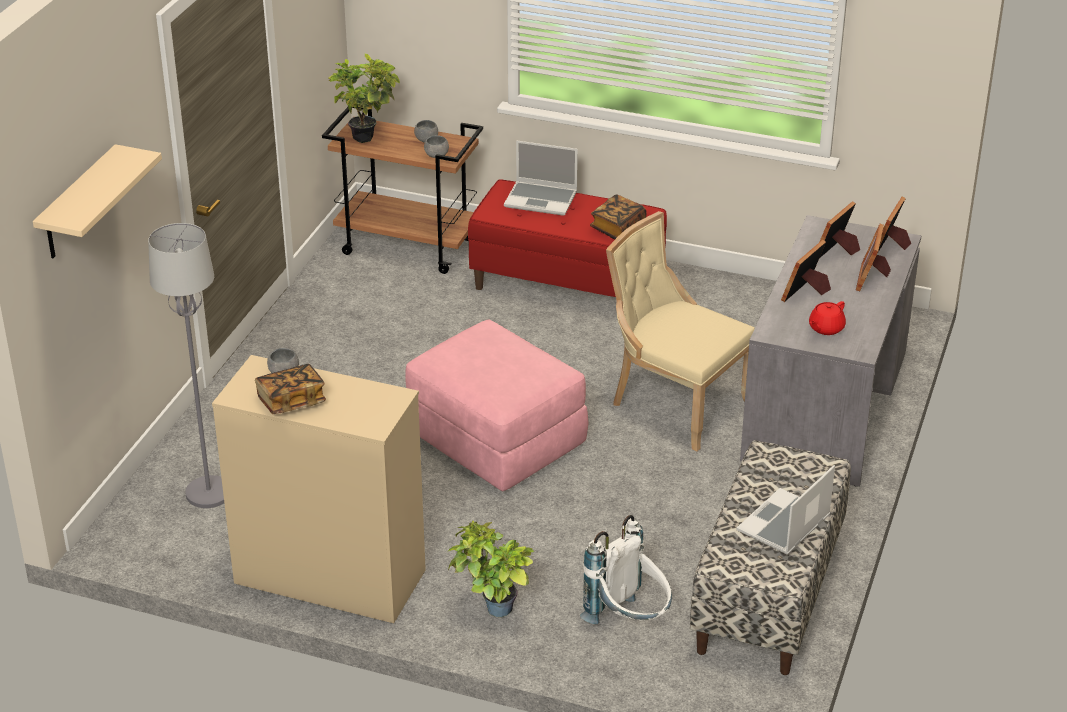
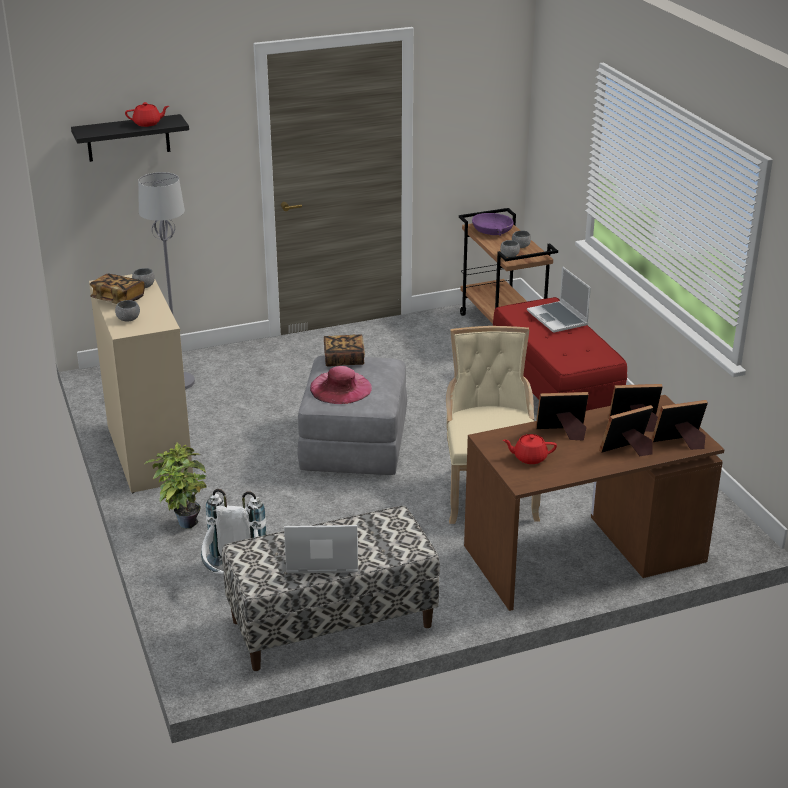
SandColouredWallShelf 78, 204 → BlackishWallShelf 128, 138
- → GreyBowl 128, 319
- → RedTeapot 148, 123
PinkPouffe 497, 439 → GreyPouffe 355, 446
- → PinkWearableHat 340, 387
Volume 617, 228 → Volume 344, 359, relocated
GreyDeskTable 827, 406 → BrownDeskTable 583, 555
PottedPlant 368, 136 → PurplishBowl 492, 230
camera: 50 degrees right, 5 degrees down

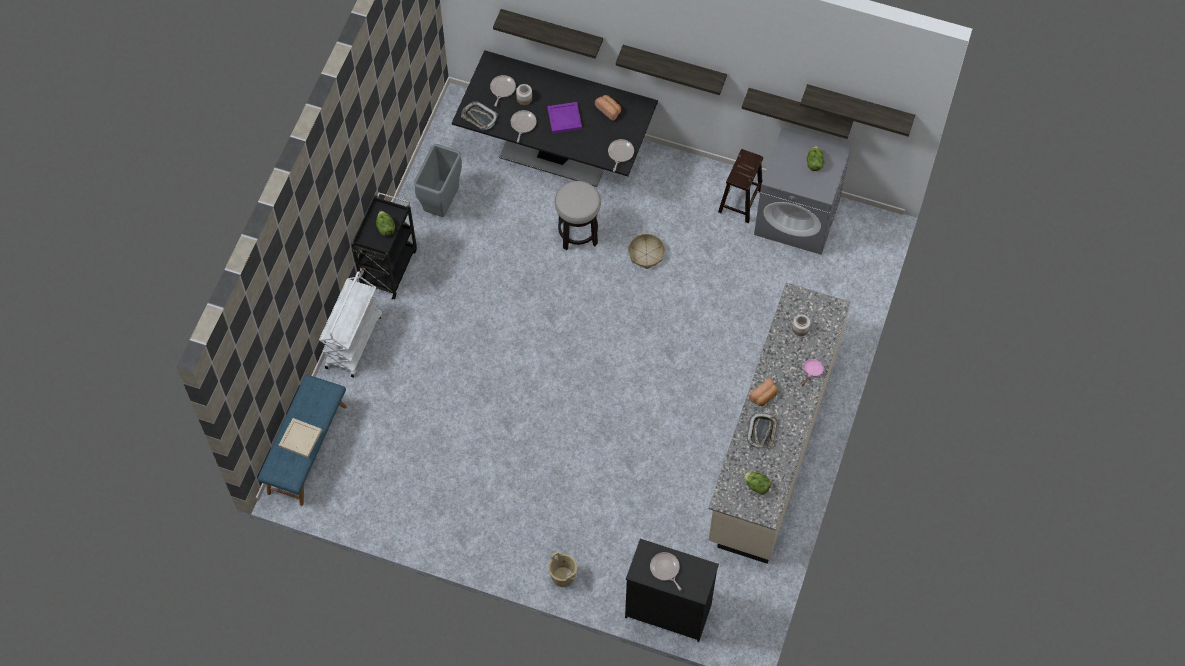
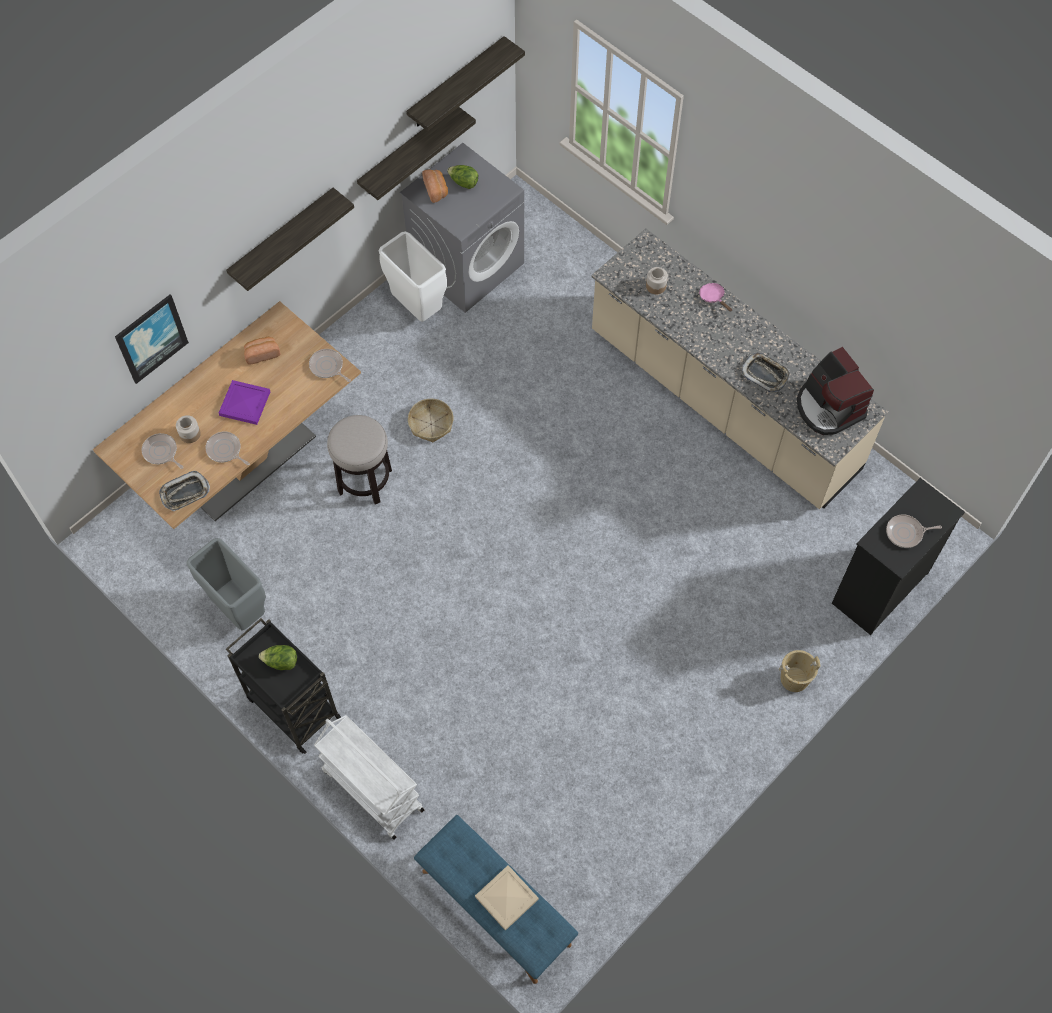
BlackishDinnerTable 556, 153 → SandColouredDinnerTable 245, 459
WallShelf 552, 30 → WallPicture 151, 338
BrownStoolSeat 740, 202 → WhiteWasteBin 418, 308
BakeryBread 764, 396 → BakeryBread 436, 190, relocated
HeadOfLettuce 756, 486 → CoffeeMaker 828, 407
camera: 65 degrees left, 0 degrees up

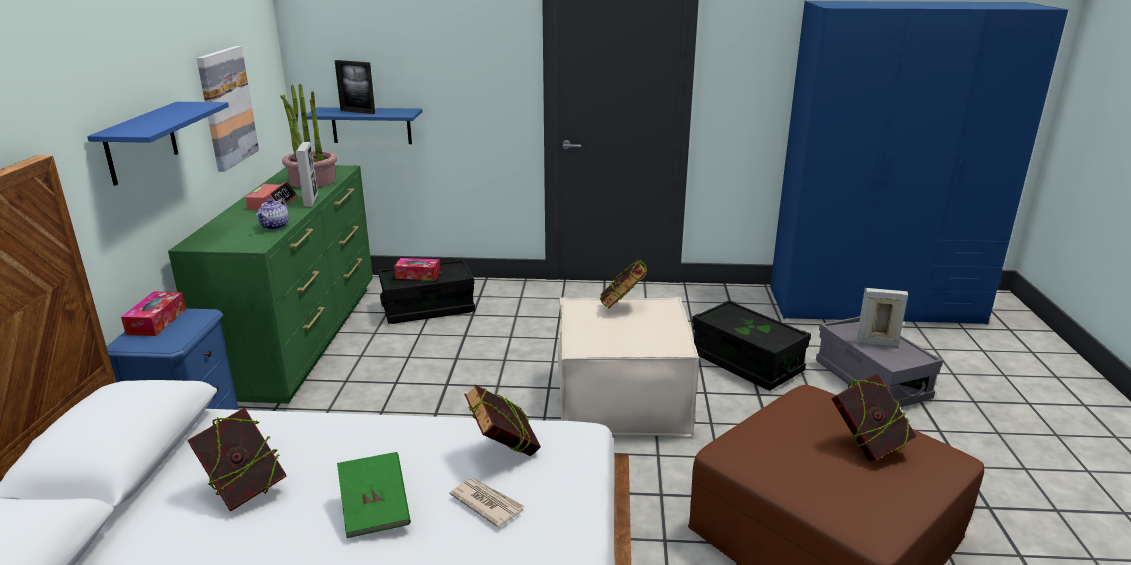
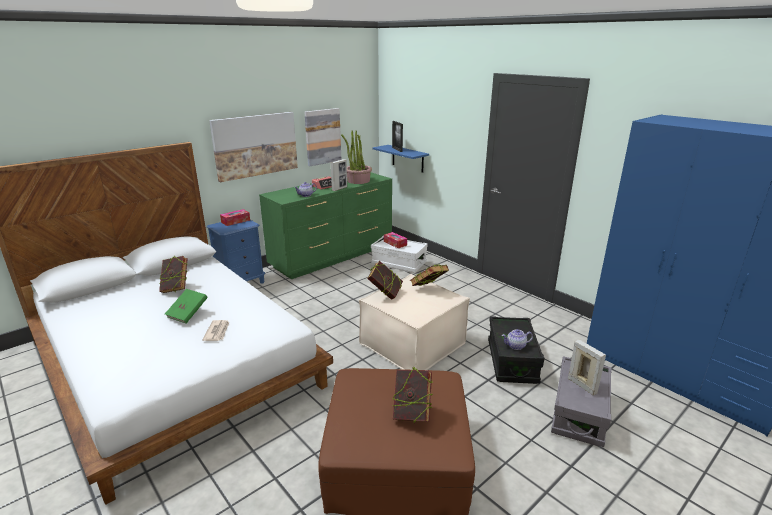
BlueColouredWallShelf 141, 143 → WallPicture 255, 145
Volume 503, 451 → Volume 385, 294, relocated
BlackishStorageContainer 428, 308 → WhiteStorageContainer 399, 263
- → Teapot 515, 346
camera: 45 degrees right, 0 degrees up

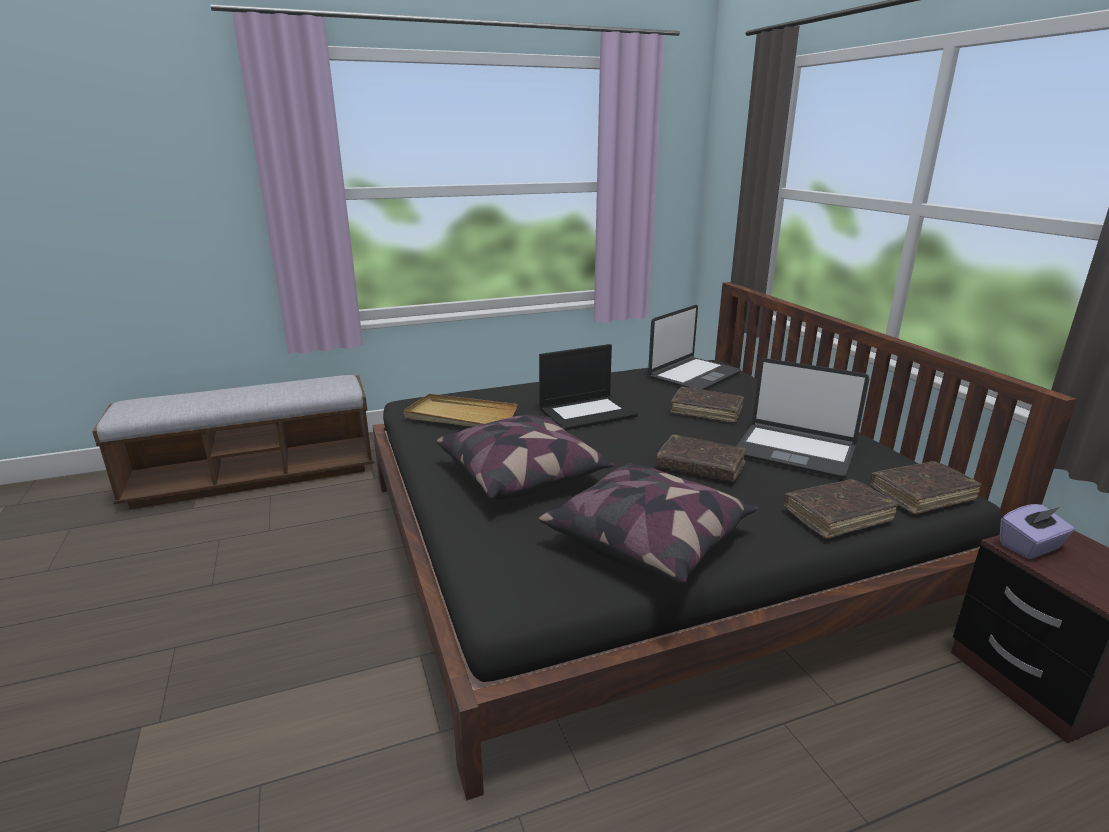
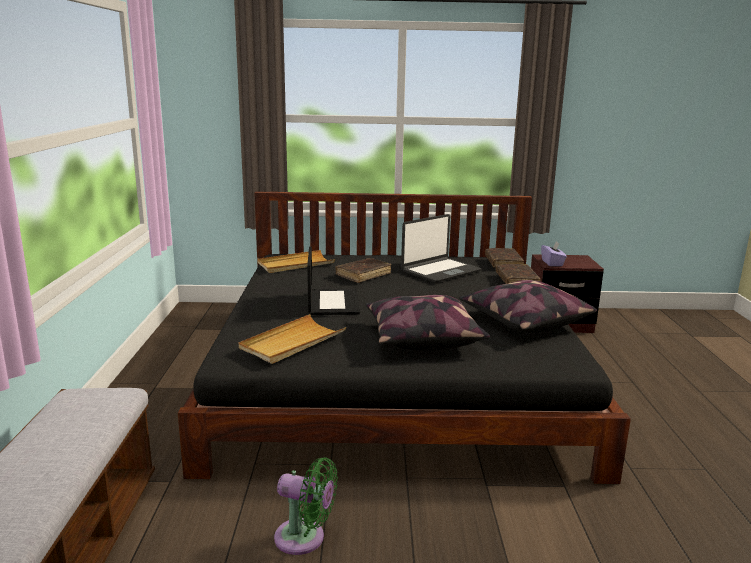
Laptop 693, 375 → SandColouredCarryingTray 295, 264
- → GreenElectricFan 304, 538
BrownVolume 700, 466 → -
camera: 70 degrees left, 5 degrees down

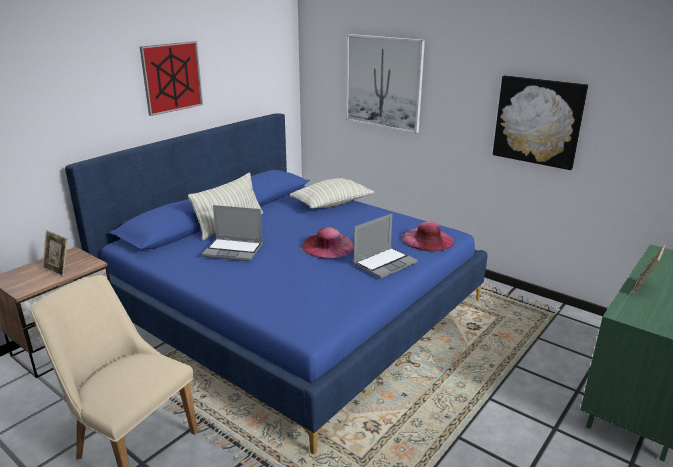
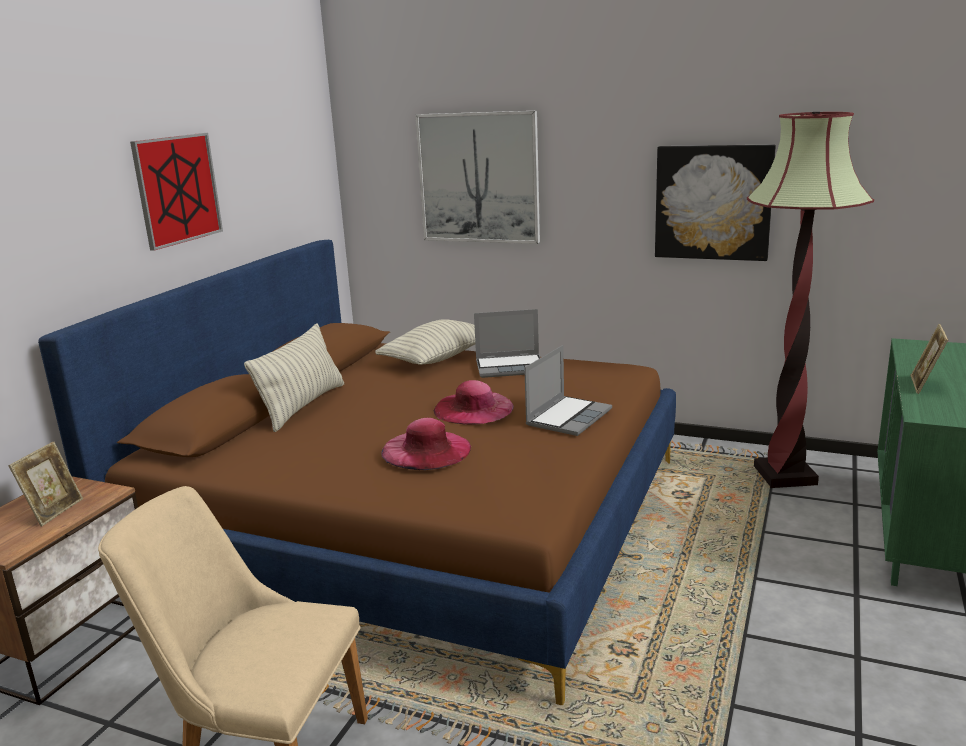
StandingFrame 58, 270 → StandingFrame 54, 511, 90 degrees counterclockwise
BlueColouredSleepingBed 292, 308 → BrownSleepingBed 417, 519
PinkWearableHat 427, 239 → PinkWearableHat 426, 450, relocated
Laptop 234, 250 → Laptop 511, 367, relocated
- → FloorLamp 784, 475
camera: 15 degrees left, 5 degrees down

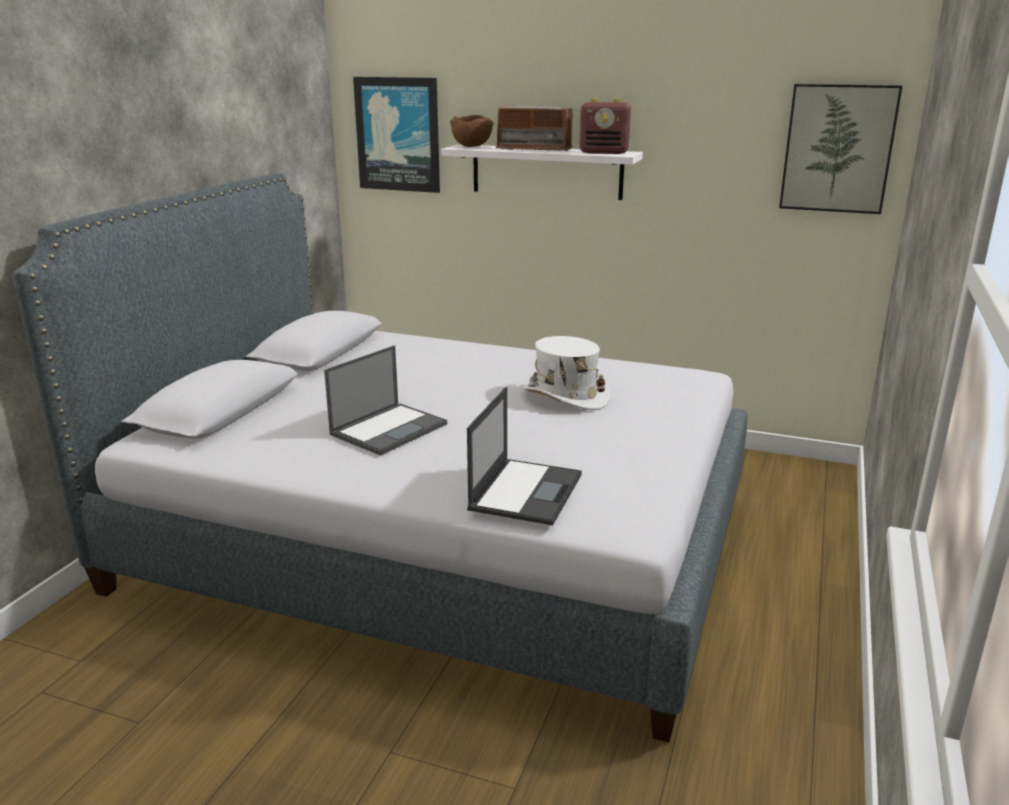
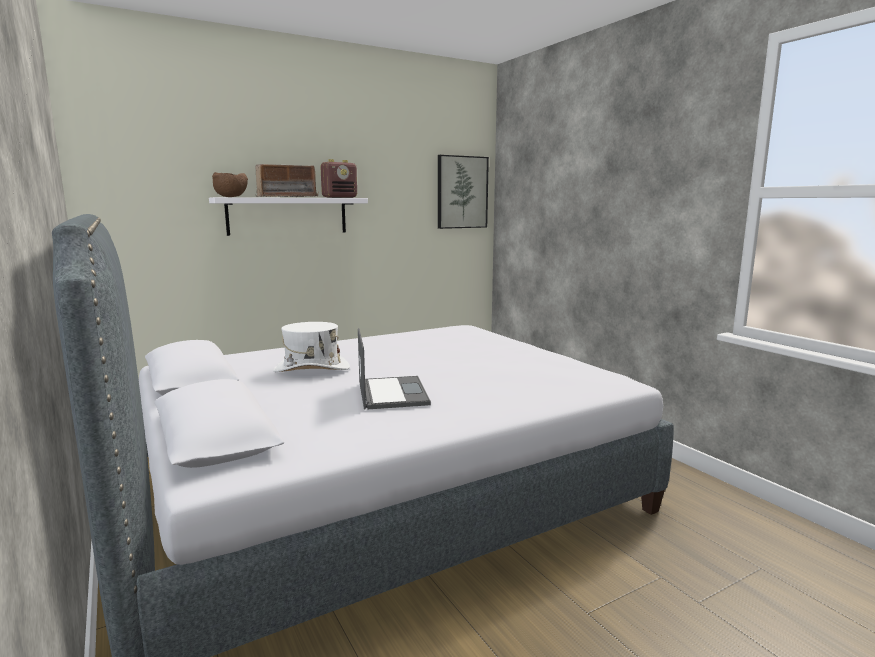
WhiteWearableHat 565, 396 → WhiteWearableHat 312, 369, relocated
WallPicture 398, 134 → -
Laptop 526, 491 → -
camera: 50 degrees left, 10 degrees down

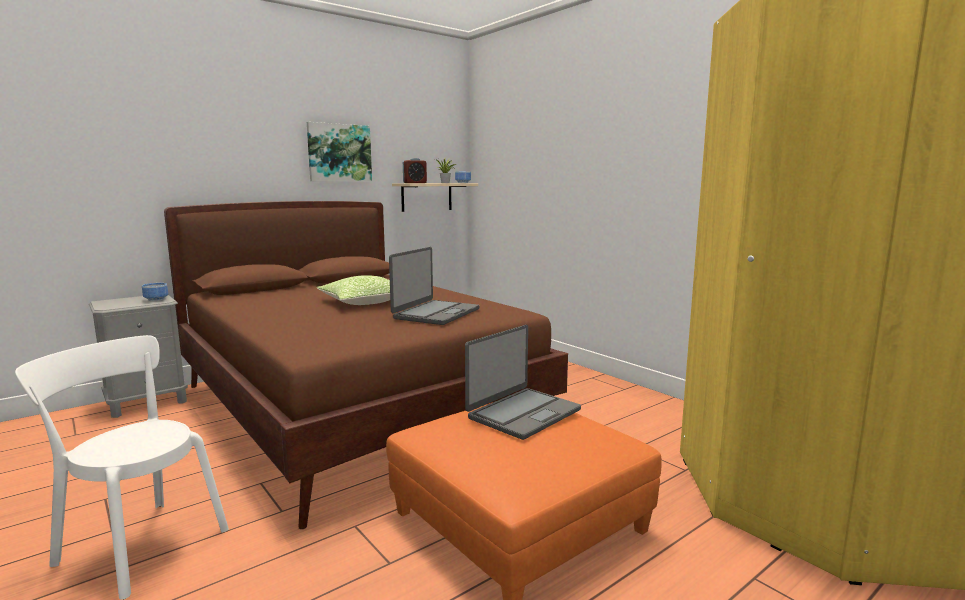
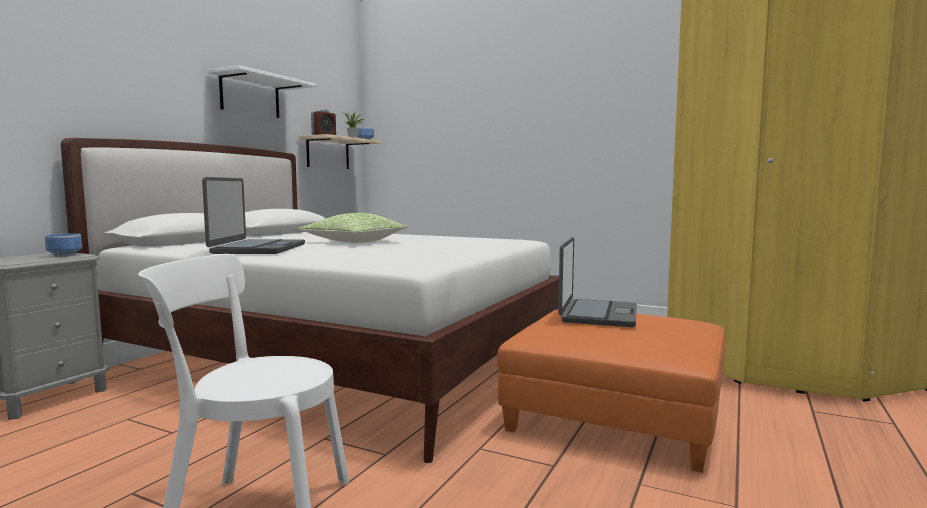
BrownSleepingBed 356, 407 → WhiteSleepingBed 337, 363
Laptop 435, 314 → Laptop 258, 249, relocated
WallPicture 339, 153 → WhiteWallShelf 250, 96
camera: 25 degrees left, 5 degrees down

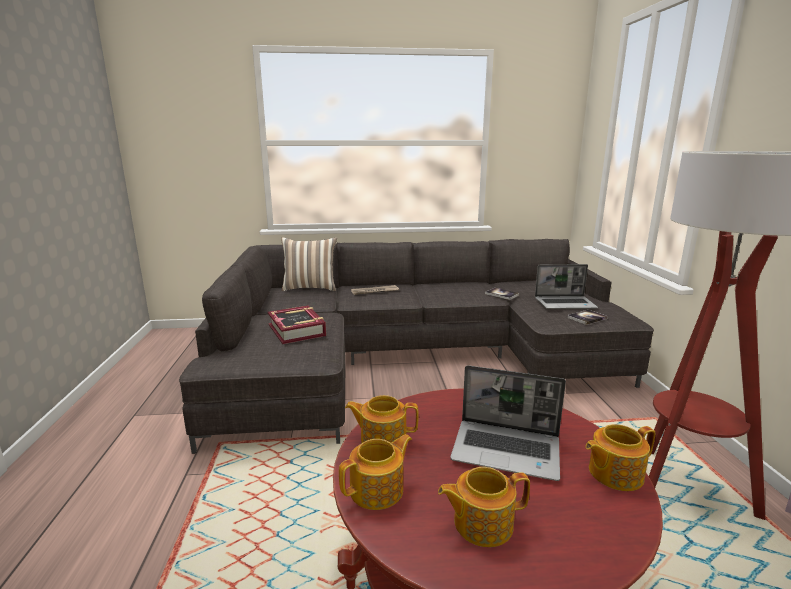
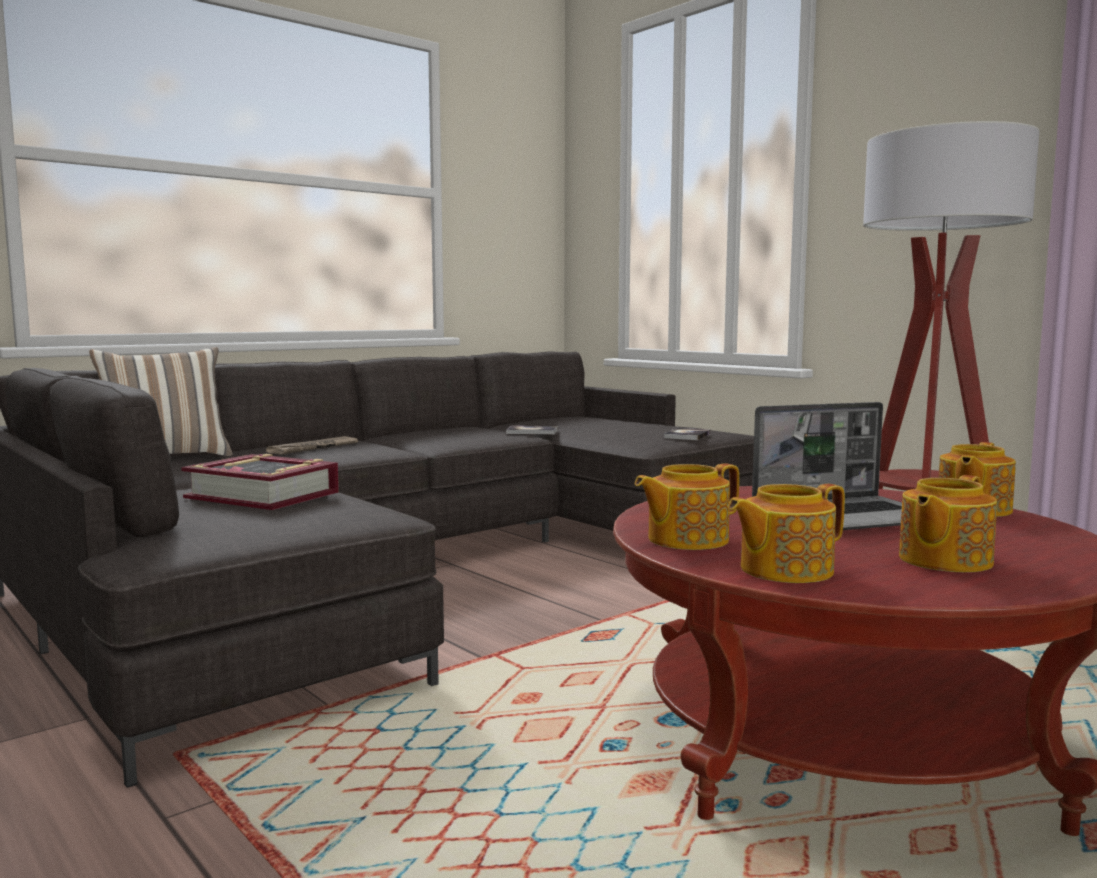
Teapot 378, 490 → Teapot 783, 570, 135 degrees counterclockwise
Laptop 565, 304 → -
camera: 35 degrees left, 10 degrees down

